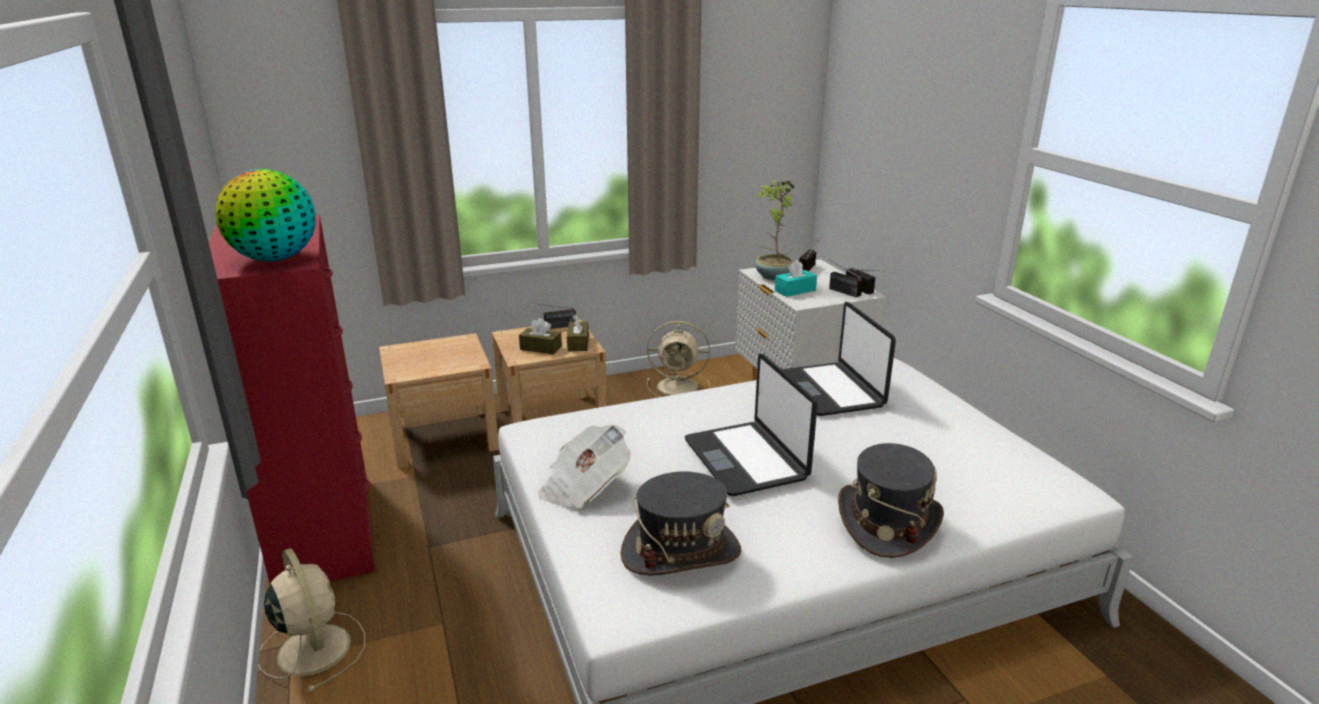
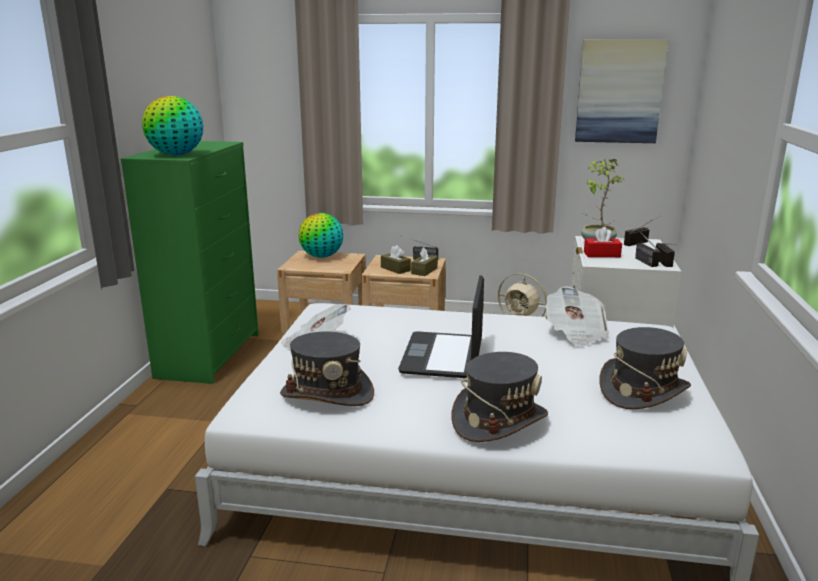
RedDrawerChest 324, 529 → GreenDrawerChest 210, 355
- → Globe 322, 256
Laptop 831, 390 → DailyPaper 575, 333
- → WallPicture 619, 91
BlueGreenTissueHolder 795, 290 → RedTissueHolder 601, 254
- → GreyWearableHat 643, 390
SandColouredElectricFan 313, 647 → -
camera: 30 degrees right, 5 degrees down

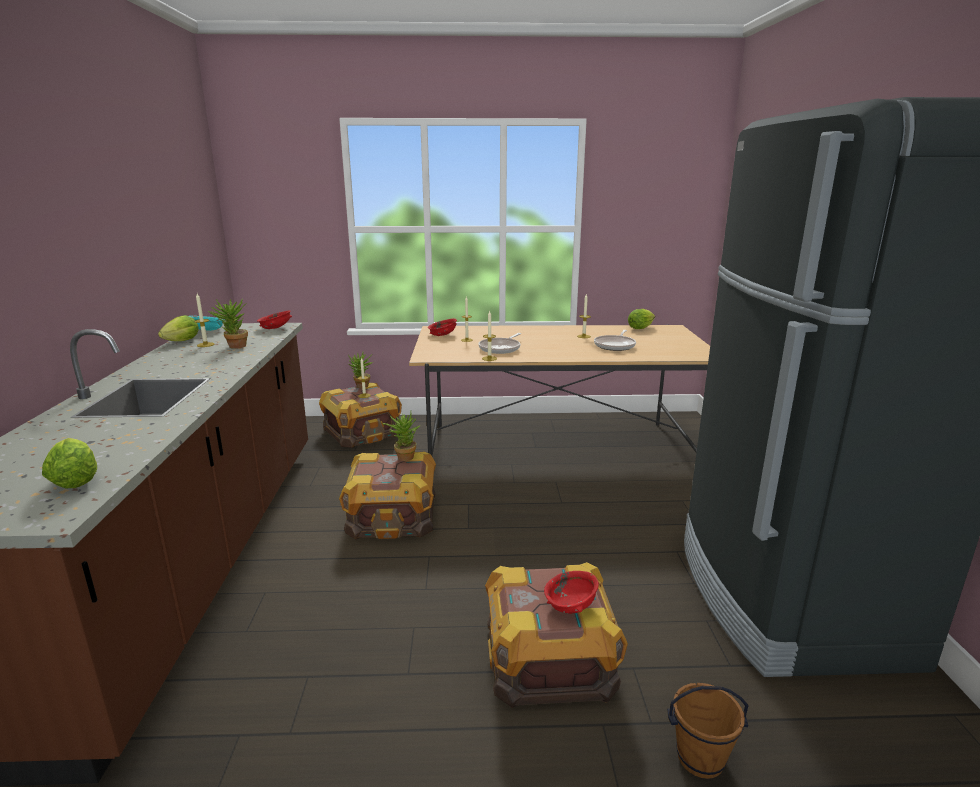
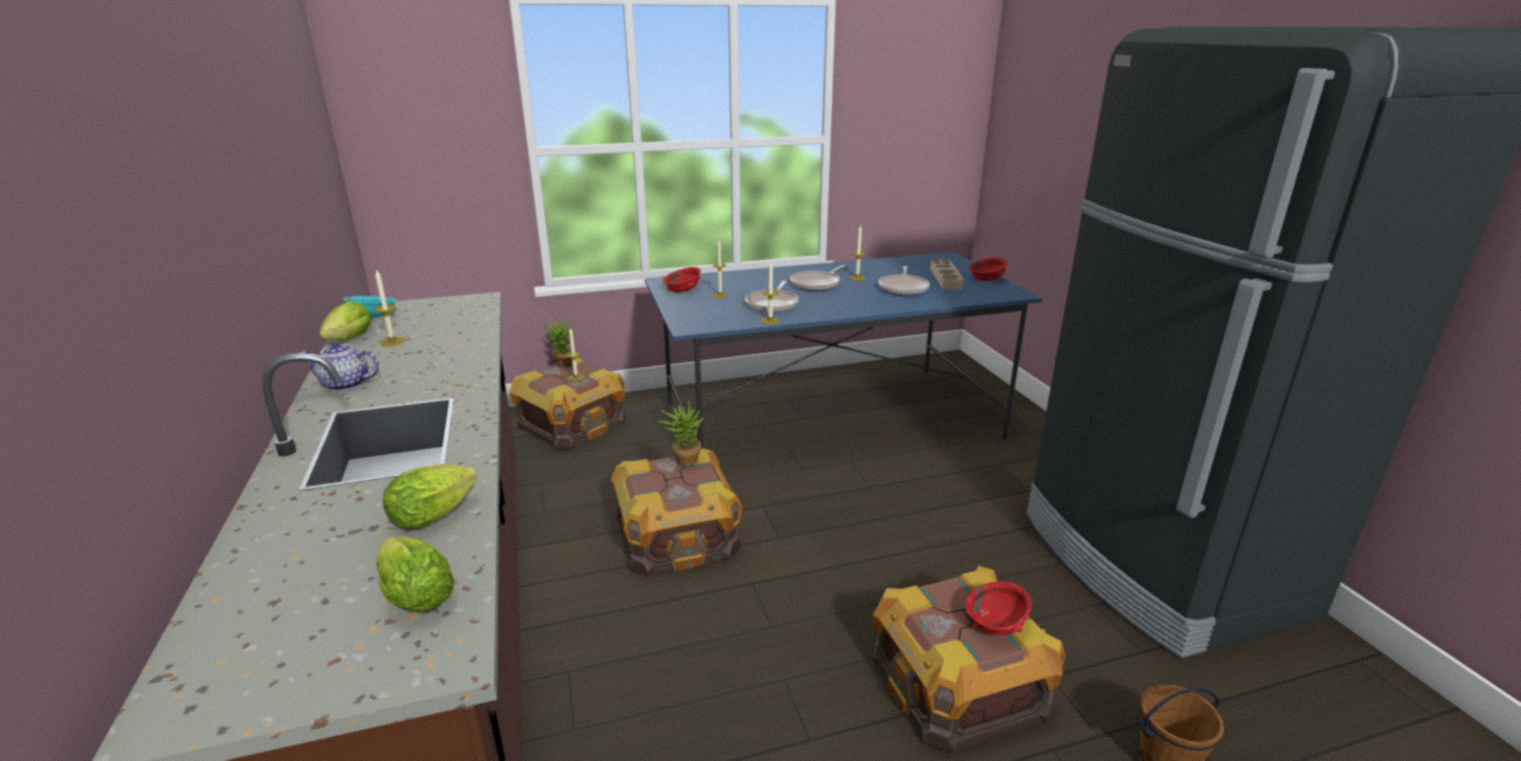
- → Teapot 344, 384
HeadOfLettuce 641, 328 → HeadOfLettuce 438, 514, relocated
SandColouredDinnerTable 556, 451 → BlueColouredDinnerTable 829, 420
- → Skillet 817, 284
- → SandColouredCarryingTray 945, 278
RedBowl 275, 328 → RedBowl 987, 279, relocated
PottedPlant 234, 347 → -
camera: 15 degrees left, 5 degrees up

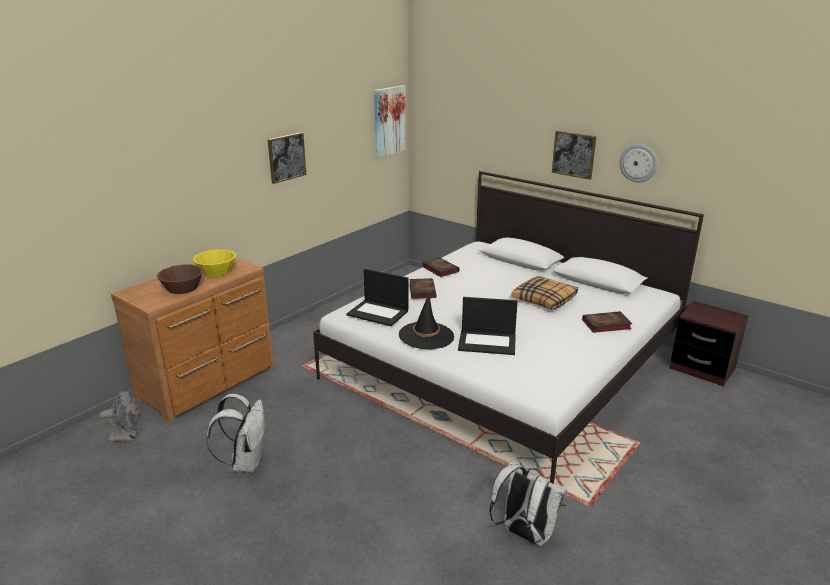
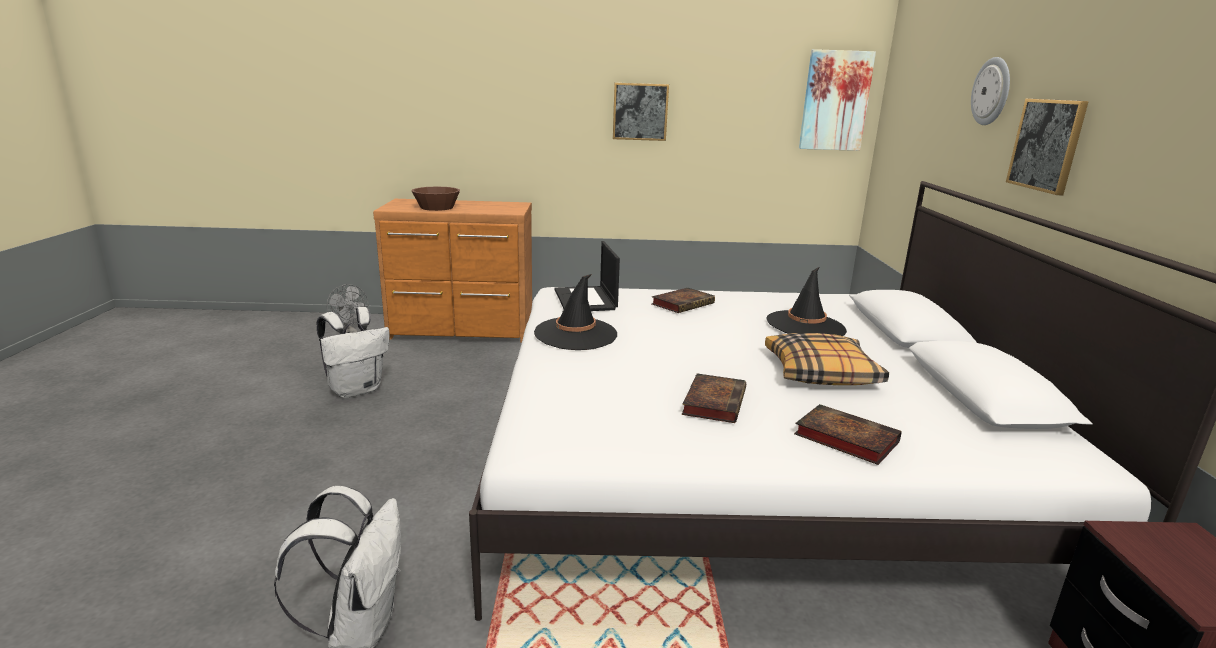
Volume 439, 269 → Volume 714, 401, relocated
- → BlackishWearableHat 805, 325
WallClock 638, 163 → WallClock 992, 91, relocated
YellowBowl 216, 271 → -
Laptop 488, 342 → -
camera: 50 degrees right, 5 degrees down

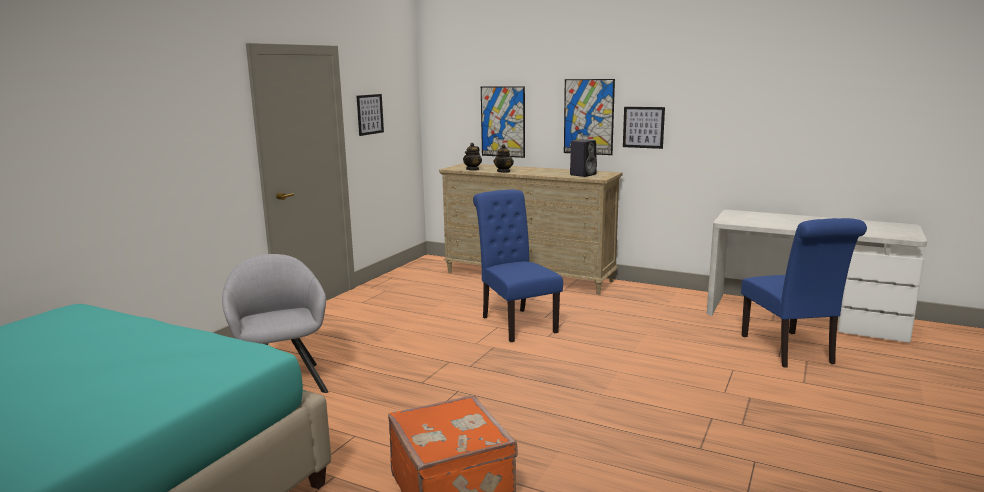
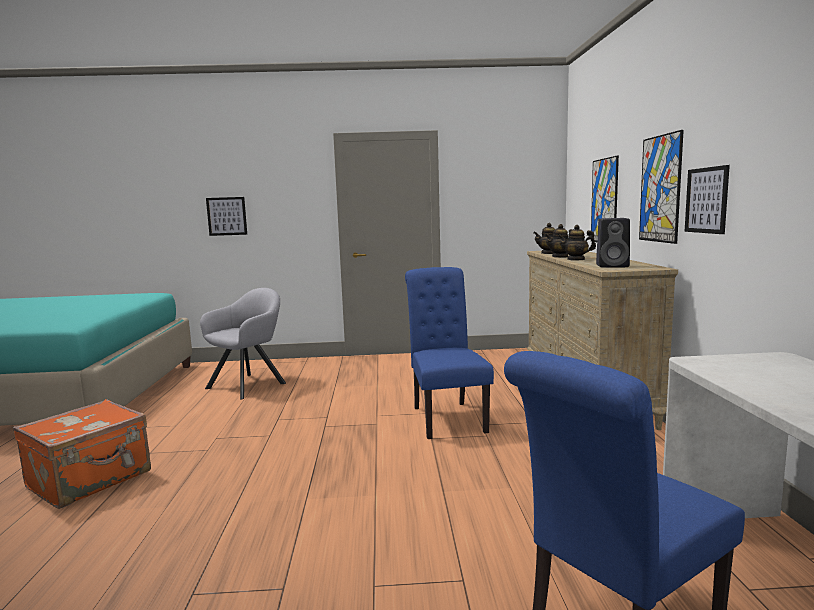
WallPicture 370, 114 → WallPicture 227, 216, relocated
BlueColouredChair 515, 323 → BlueColouredChair 446, 417, 45 degrees counterclockwise
- → Teapot 576, 259
camera: 60 degrees right, 5 degrees down

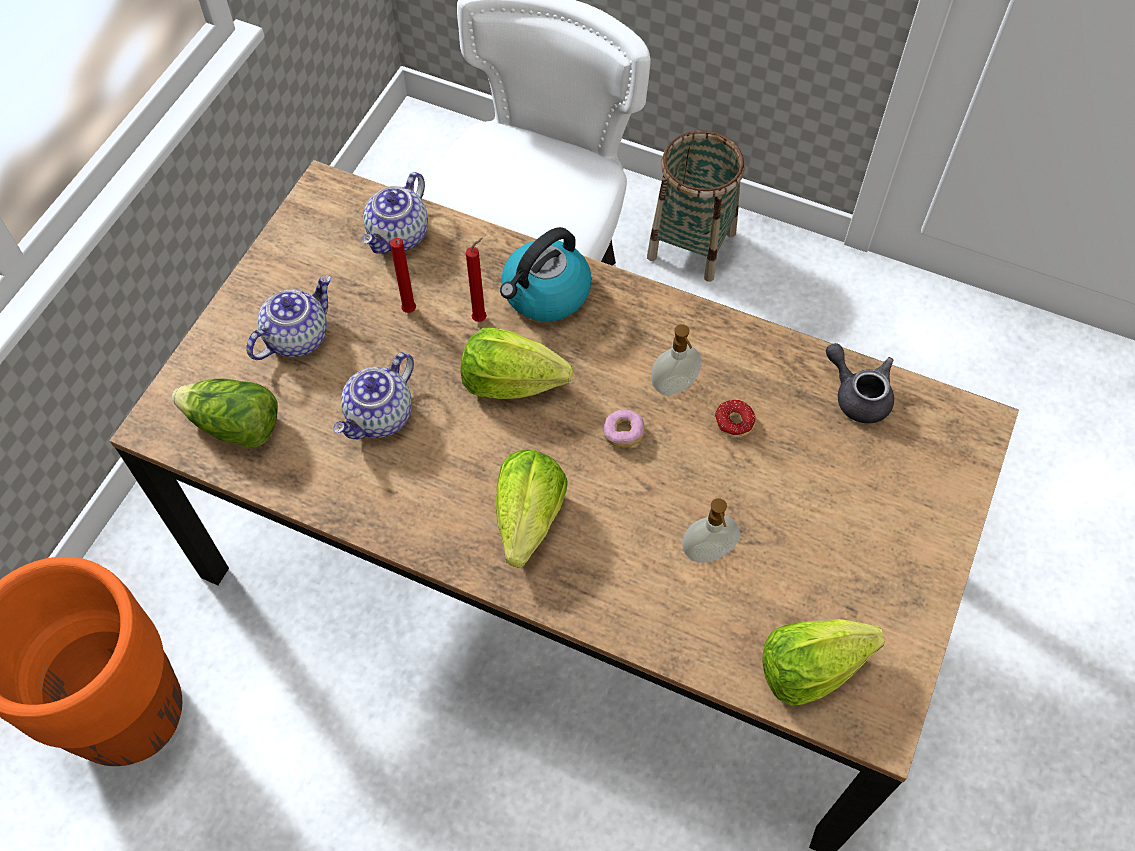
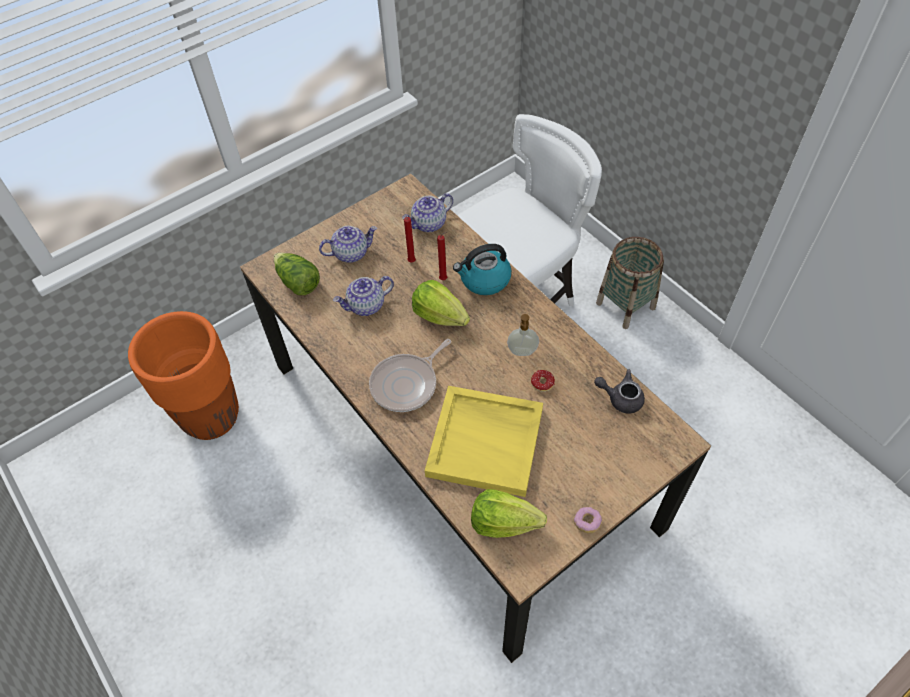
HeadOfLettuce 528, 518 → Skillet 407, 384
LiquidSoapBottle 708, 553 → YellowCarryingTray 486, 441
Doughnut 623, 433 → Doughnut 587, 522, relocated
GreyTeapot 857, 395 → GreyTeapot 620, 398, 60 degrees counterclockwise
camera: 30 degrees right, 5 degrees down

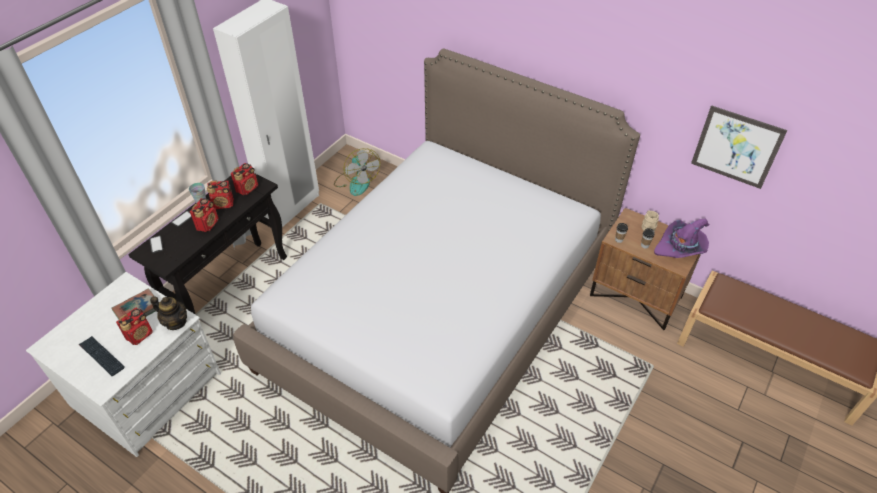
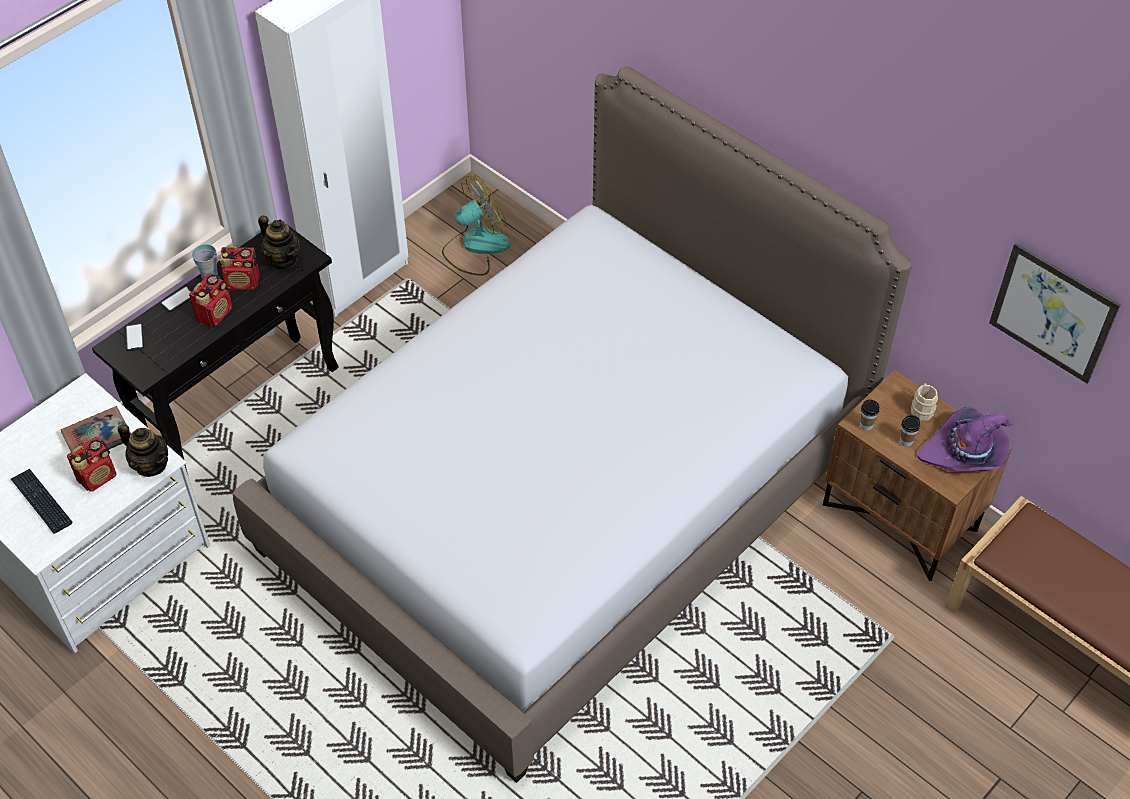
Radio 247, 188 → Teapot 283, 259
ElectricFan 356, 182 → ElectricFan 475, 247, 105 degrees counterclockwise
camera: 10 degrees right, 5 degrees up

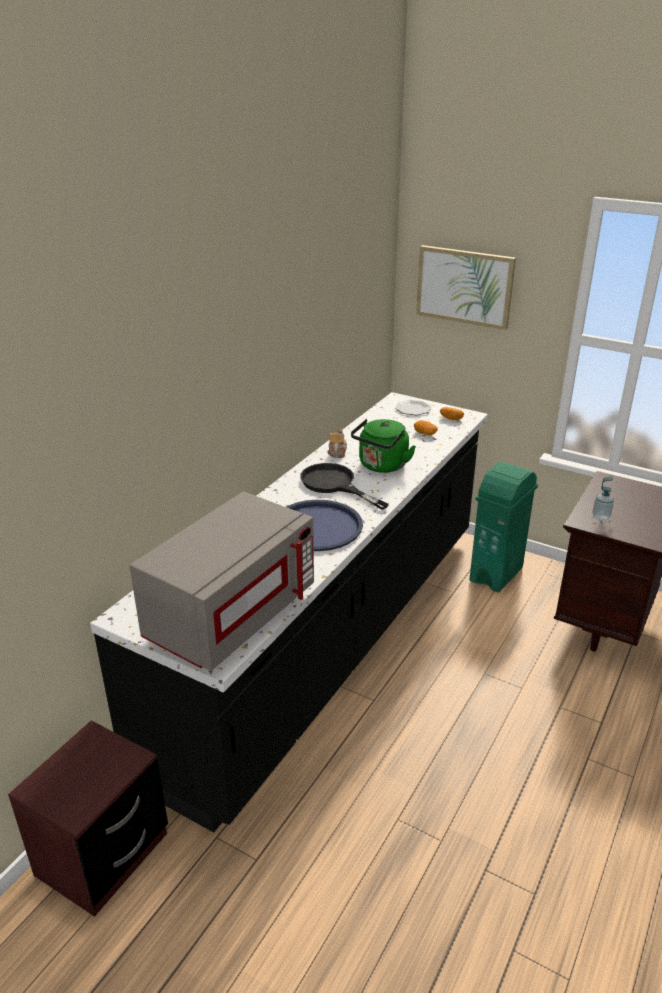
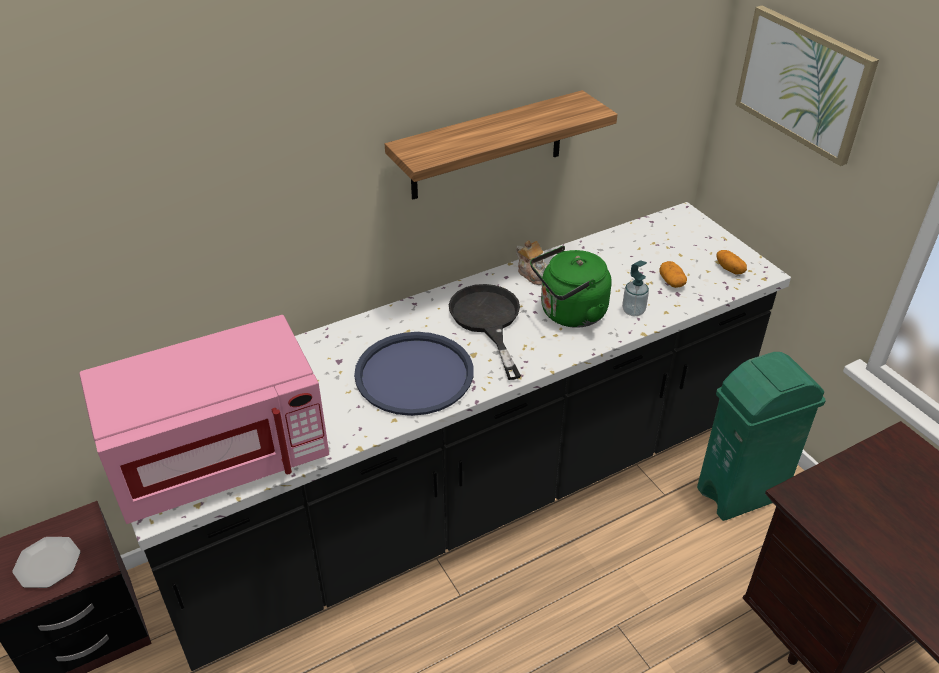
Plate 412, 409 → Plate 47, 563, relocated
GreyMicrowaveOven 231, 615 → PinkMicrowaveOven 220, 457
- → WallShelf 487, 146
Teapot 337, 452 → Teapot 533, 274, 105 degrees clockwise
LiquidSoapBottle 600, 517 → LiquidSoapBottle 633, 311, relocated
camera: 30 degrees right, 10 degrees up

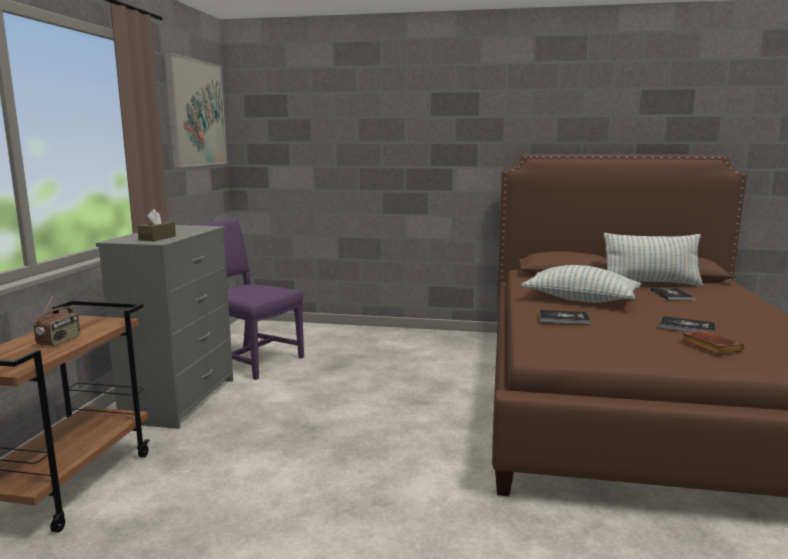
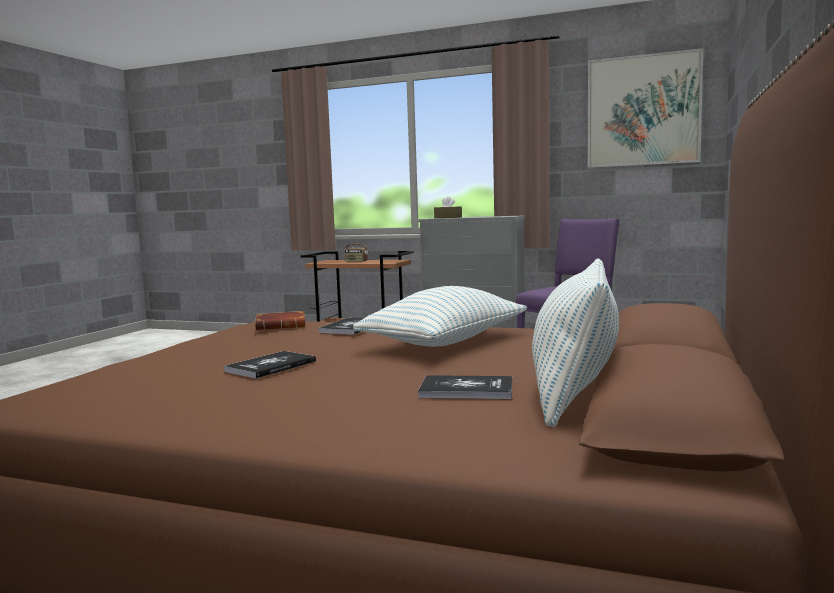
BrownVolume 709, 347 → BrownVolume 282, 326, relocated
camera: 100 degrees right, 5 degrees down

